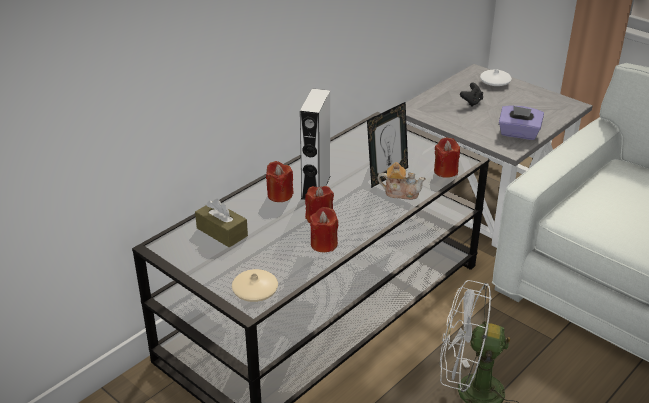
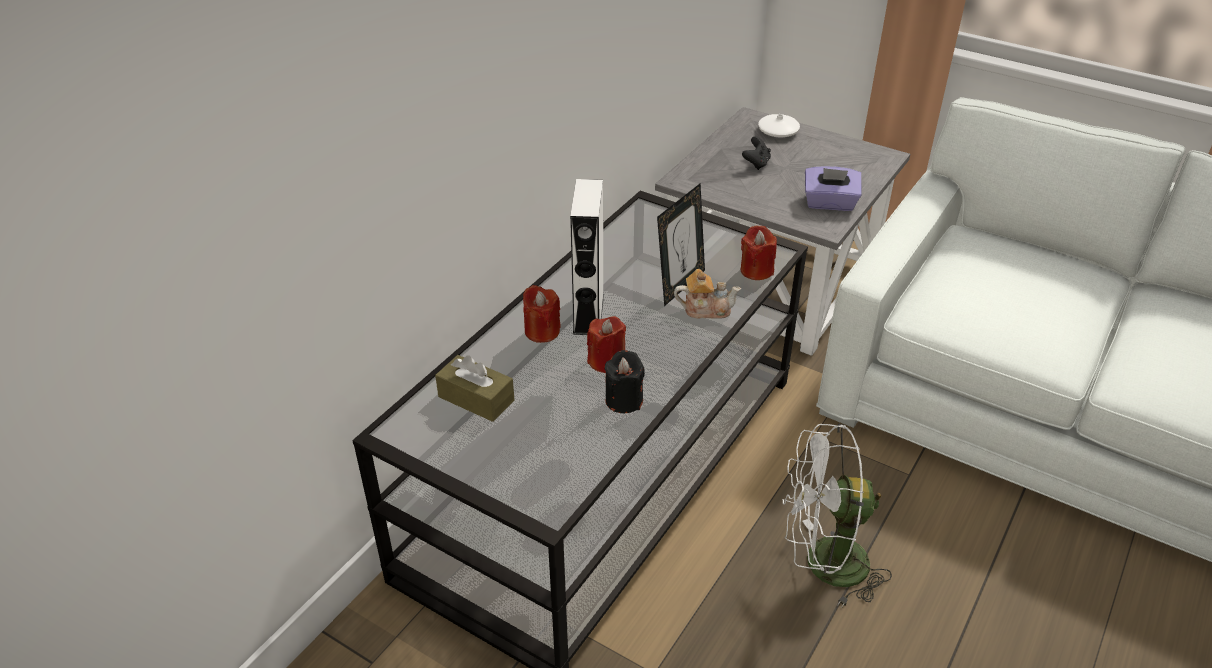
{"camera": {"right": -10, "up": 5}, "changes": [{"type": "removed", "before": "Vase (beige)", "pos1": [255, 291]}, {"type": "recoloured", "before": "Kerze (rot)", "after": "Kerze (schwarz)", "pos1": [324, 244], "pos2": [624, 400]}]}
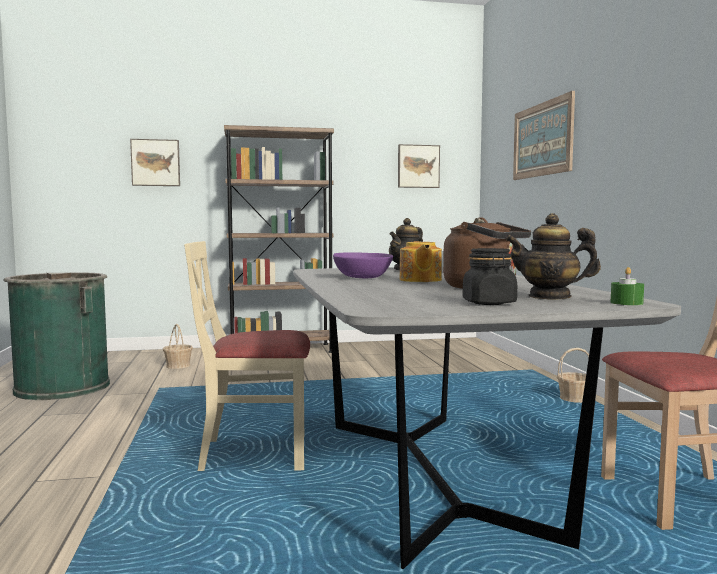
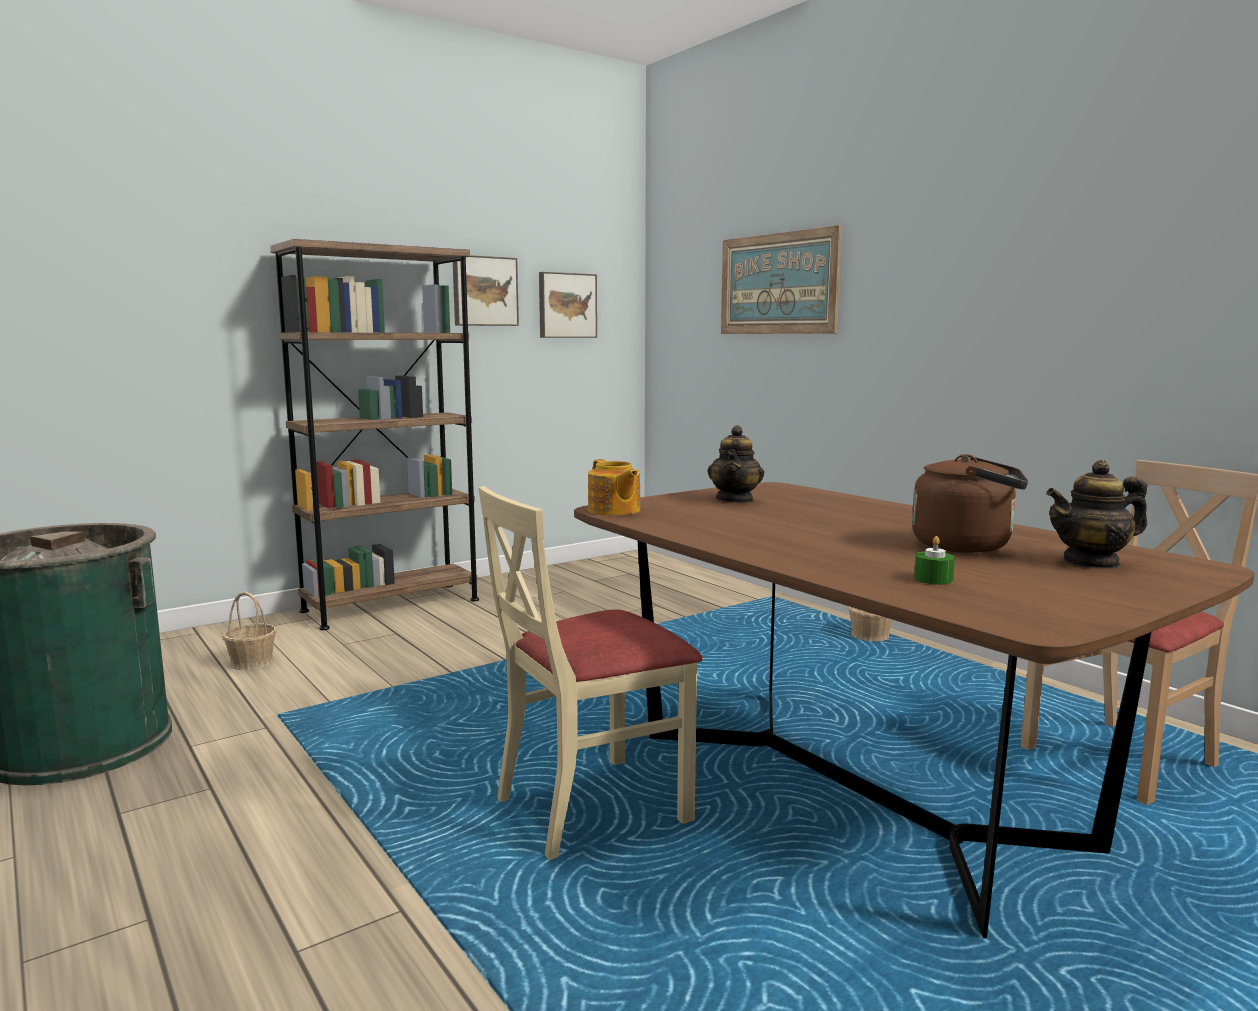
{"camera": {"right": -25, "up": 5}, "changes": [{"type": "moved", "before": "Bild", "pos1": [156, 163], "pos2": [484, 291]}, {"type": "recoloured", "before": "Esstisch (grau)", "after": "Esstisch (braun)", "pos1": [430, 476], "pos2": [851, 789]}, {"type": "removed", "before": "Schüssel (lila)", "pos1": [363, 277]}, {"type": "moved", "before": "Teekanne", "pos1": [420, 280], "pos2": [614, 511]}, {"type": "removed", "before": "Vorratsglas (schwarz)", "pos1": [489, 303]}, {"type": "moved", "before": "Kerze (grün)", "pos1": [626, 303], "pos2": [933, 579]}]}
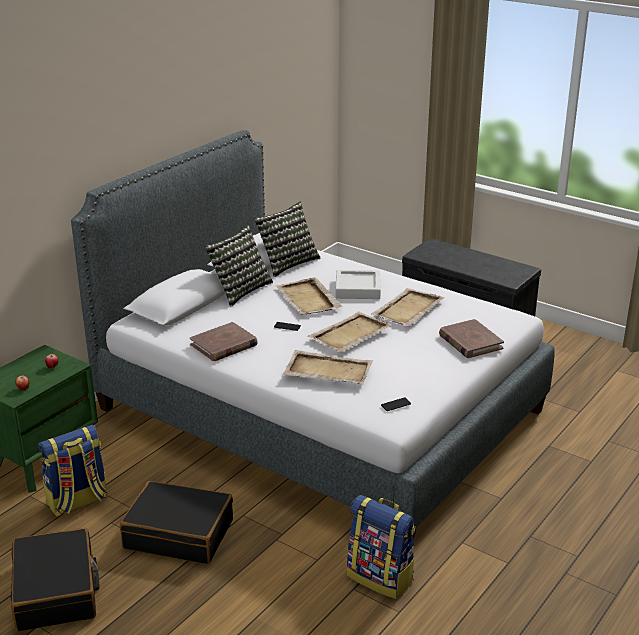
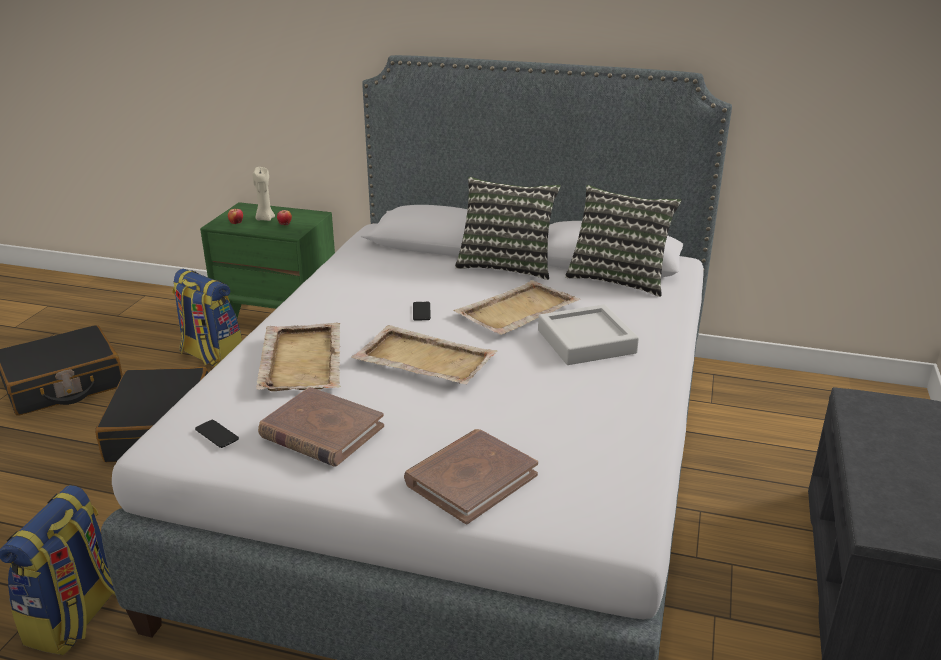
{"camera": {"right": 70, "up": 0}, "changes": [{"type": "moved", "before": "Buch (braun)", "pos1": [224, 345], "pos2": [321, 432]}, {"type": "removed", "before": "Tablett (beige)", "pos1": [407, 309]}, {"type": "added", "after": "Kerze (beige)", "pos2": [265, 219]}]}
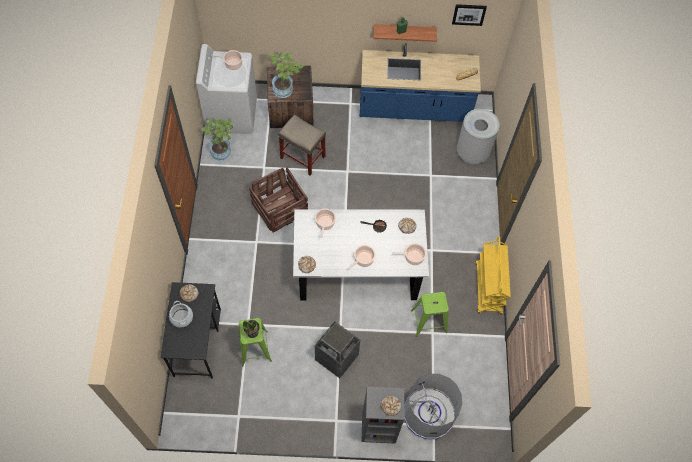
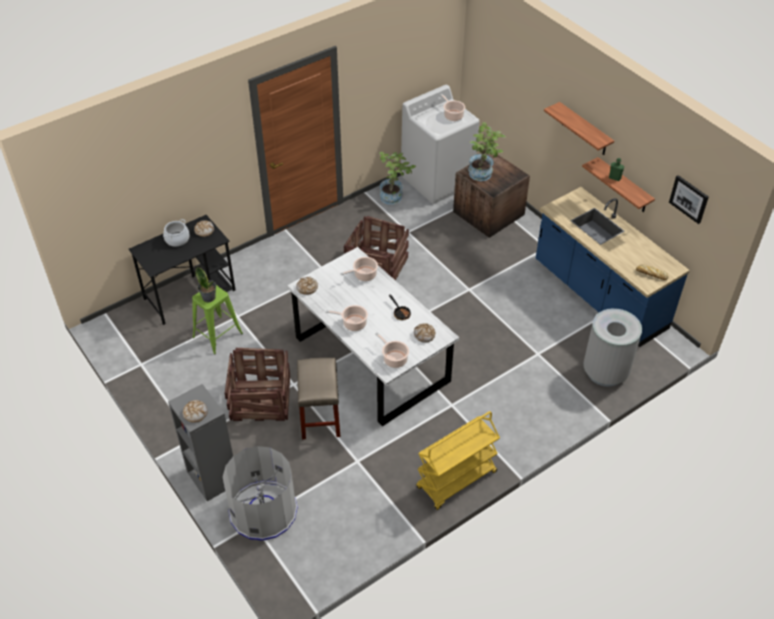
{"camera": {"right": 55, "up": -15}, "changes": [{"type": "moved", "before": "Hocker (beige)", "pos1": [303, 157], "pos2": [320, 418]}, {"type": "replaced", "before": "Mülleimer", "after": "Kiste", "pos1": [336, 358], "pos2": [260, 400]}, {"type": "removed", "before": "Hocker (grün)", "pos1": [429, 321]}, {"type": "added", "after": "Wandregal", "pos2": [584, 130]}]}
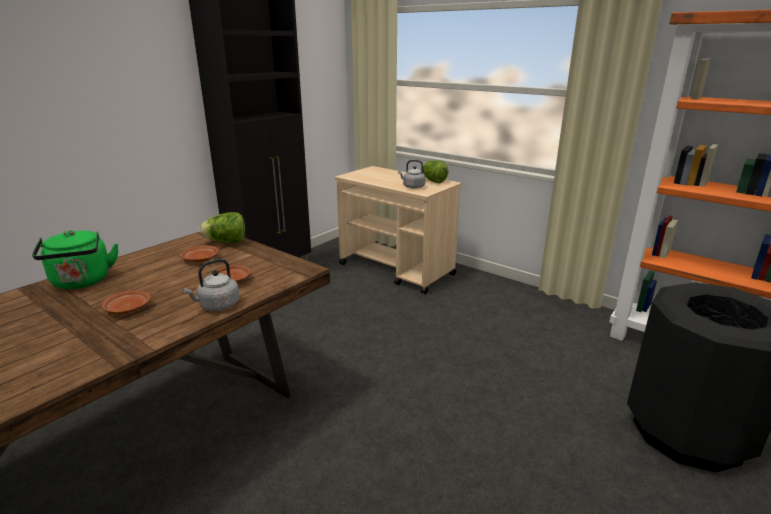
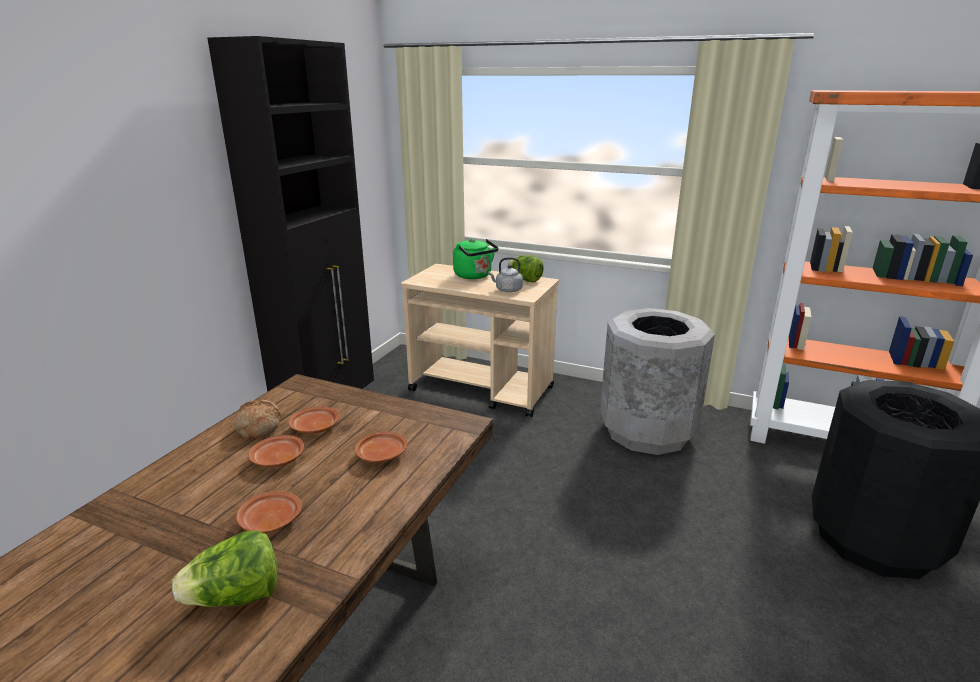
{"camera": {"right": -15, "up": 0}, "changes": [{"type": "moved", "before": "Wasserkessel (grün)", "pos1": [82, 282], "pos2": [474, 276]}, {"type": "removed", "before": "Wasserkessel (grau)", "pos1": [217, 306]}, {"type": "moved", "before": "Salatkopf", "pos1": [226, 242], "pos2": [236, 597]}, {"type": "added", "after": "Brot", "pos2": [258, 427]}, {"type": "added", "after": "Teller (braun)", "pos2": [277, 459]}, {"type": "added", "after": "Mülleimer (grau)", "pos2": [646, 431]}]}
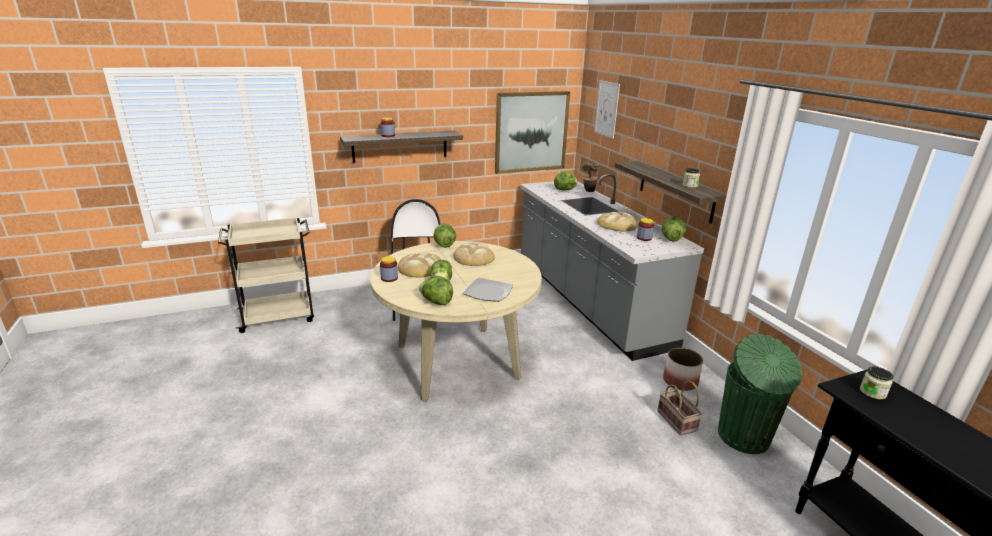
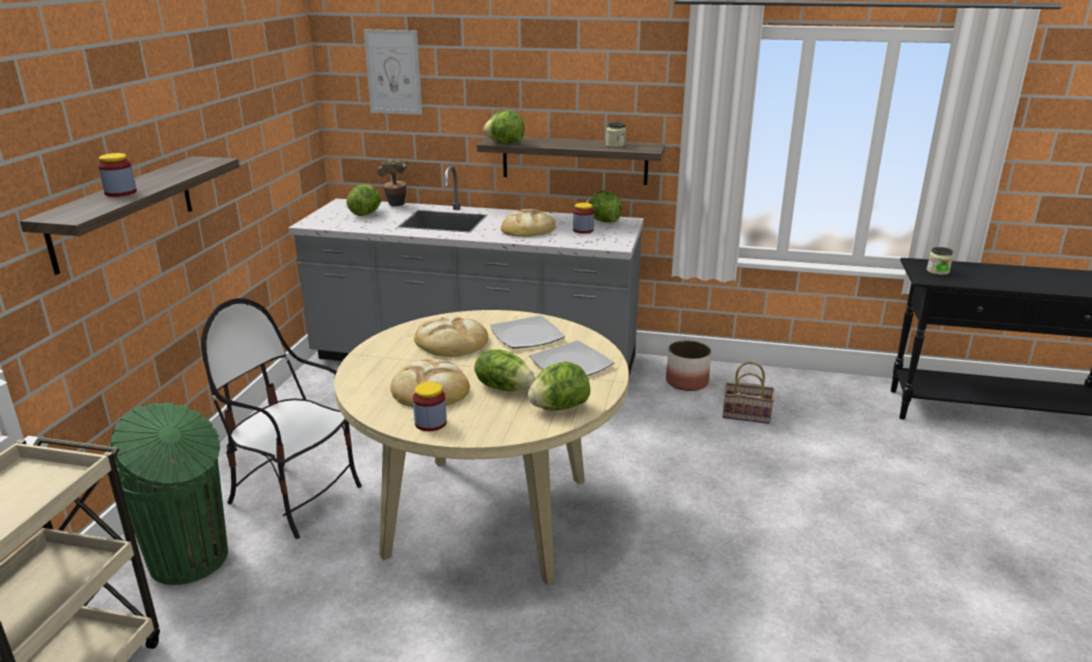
{"camera": {"right": -55, "up": 0}, "changes": [{"type": "moved", "before": "Salatkopf", "pos1": [444, 245], "pos2": [505, 143]}, {"type": "removed", "before": "Bild", "pos1": [531, 132]}, {"type": "moved", "before": "Mülleimer (grün)", "pos1": [744, 437], "pos2": [191, 560]}, {"type": "added", "after": "Teller", "pos2": [526, 335]}]}
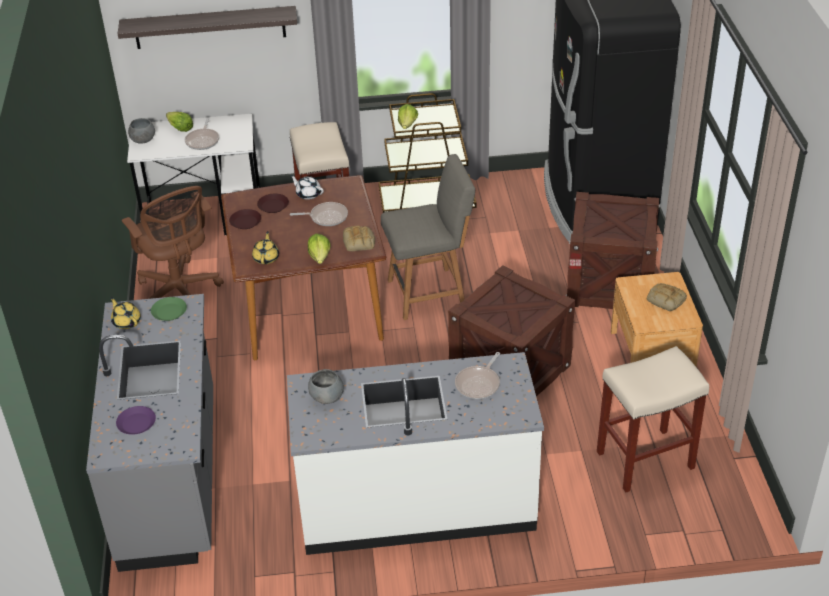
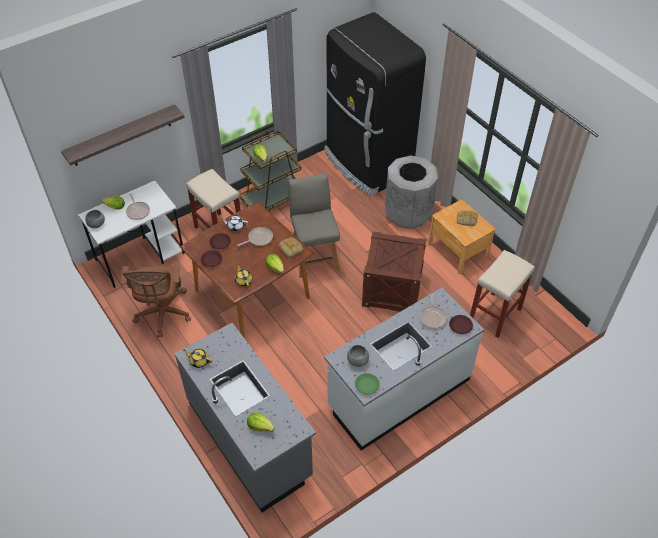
{"camera": {"right": -30, "up": 10}, "changes": [{"type": "replaced", "before": "Teller (lila)", "after": "Salatkopf", "pos1": [136, 423], "pos2": [260, 426]}, {"type": "turned", "before": "Bürostuhl (braun)", "pos1": [180, 293], "pos2": [163, 315], "turn": 60}, {"type": "moved", "before": "Teller (grün)", "pos1": [169, 312], "pos2": [367, 385]}, {"type": "turned", "before": "Stuhl (grau)", "pos1": [429, 293], "pos2": [314, 257], "turn": -60}, {"type": "replaced", "before": "Kiste", "after": "Mülleimer (grau)", "pos1": [609, 283], "pos2": [408, 214]}, {"type": "added", "after": "Teller (braun)", "pos2": [460, 326]}]}
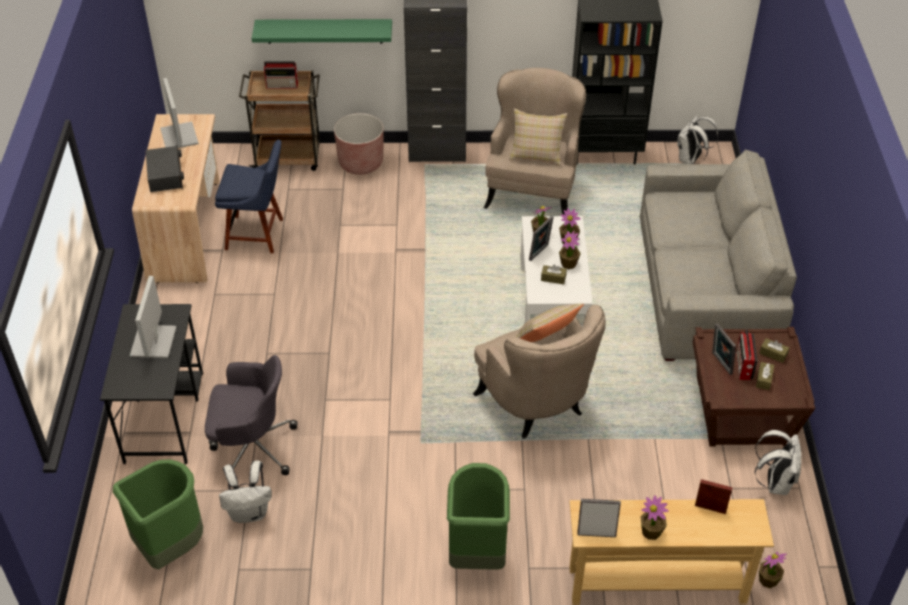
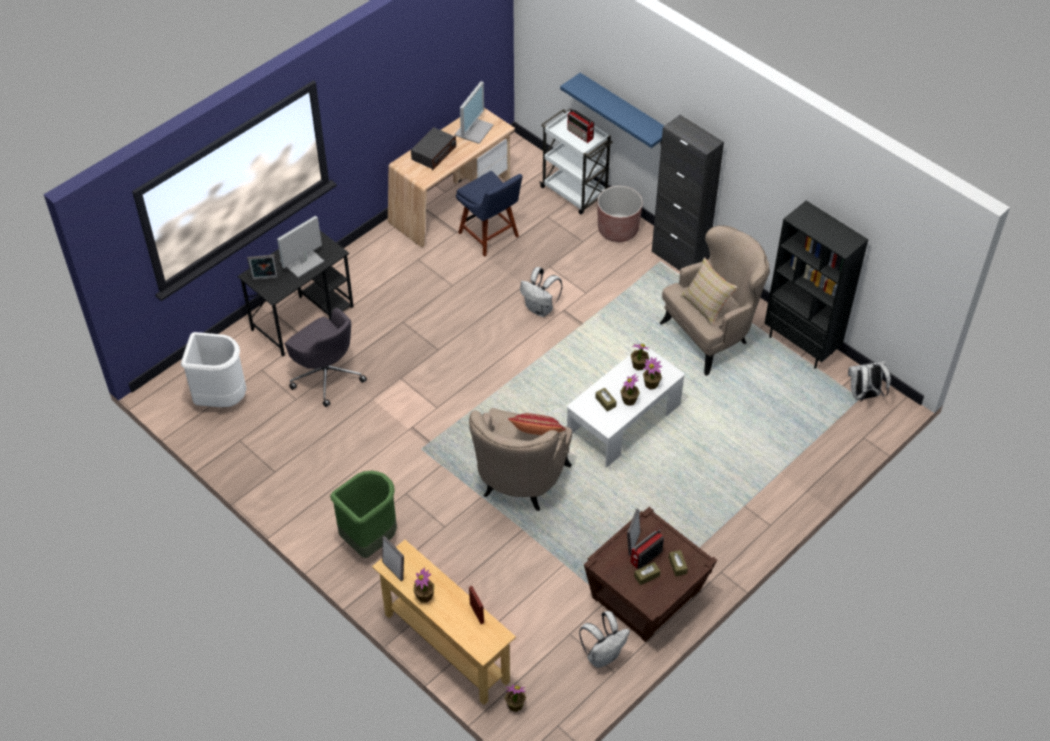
{"camera": {"right": 45, "up": 5}, "changes": [{"type": "recoloured", "before": "Mülleimer (grün)", "after": "Mülleimer (weiß)", "pos1": [170, 547], "pos2": [221, 399]}, {"type": "moved", "before": "Rucksack (weiß)", "pos1": [250, 512], "pos2": [540, 309]}, {"type": "recoloured", "before": "Rollwagen (braun)", "after": "Rollwagen (weiß)", "pos1": [288, 157], "pos2": [575, 193]}, {"type": "recoloured", "before": "Wandregal (grün)", "after": "Wandregal (blau)", "pos1": [324, 31], "pos2": [624, 110]}, {"type": "recoloured", "before": "Kissen (beige)", "after": "Kissen (rot)", "pos1": [545, 340], "pos2": [537, 437]}, {"type": "moved", "before": "Bilderrahmen", "pos1": [540, 253], "pos2": [265, 279]}, {"type": "removed", "before": "Sofa (grau)", "pos1": [705, 288]}]}
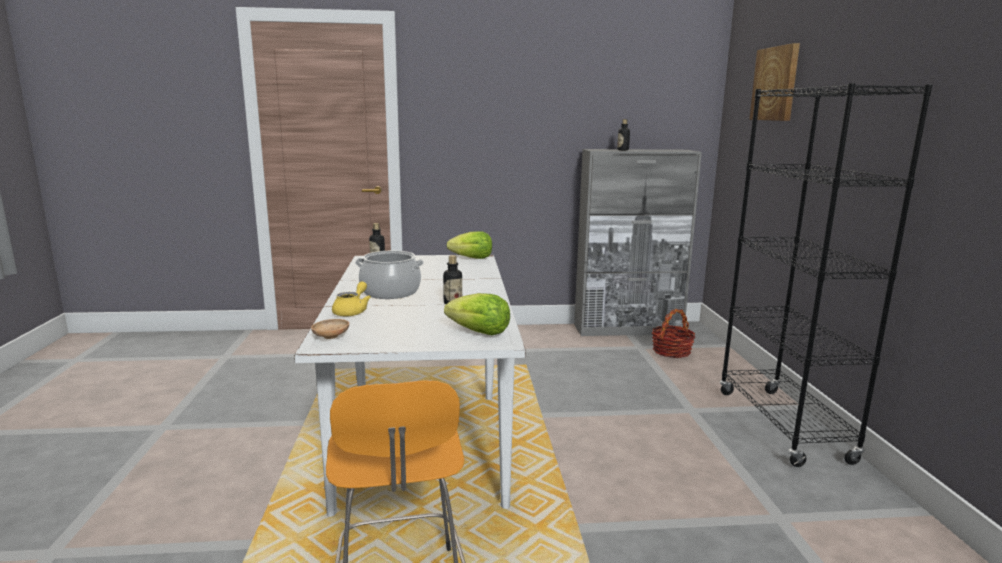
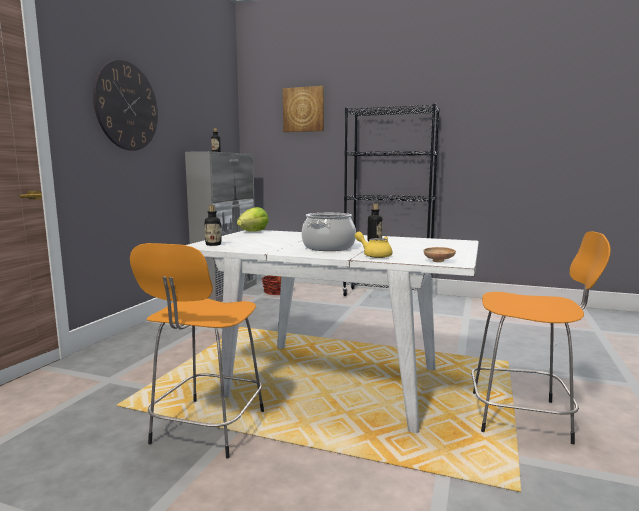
{"camera": {"right": -65, "up": -5}, "changes": [{"type": "removed", "before": "Salatkopf", "pos1": [480, 333]}, {"type": "added", "after": "Wanduhr", "pos2": [127, 106]}, {"type": "added", "after": "Hocker (orange)", "pos2": [207, 429]}]}
